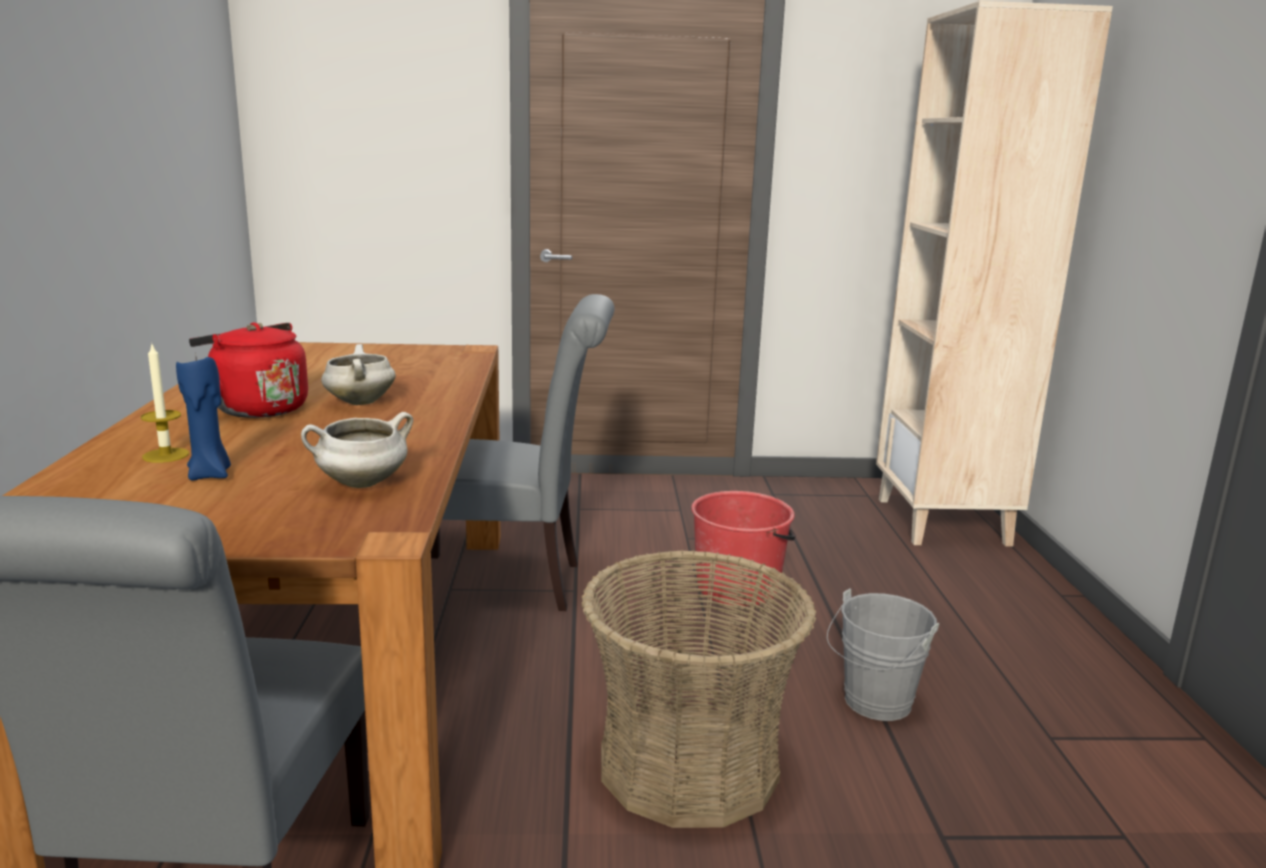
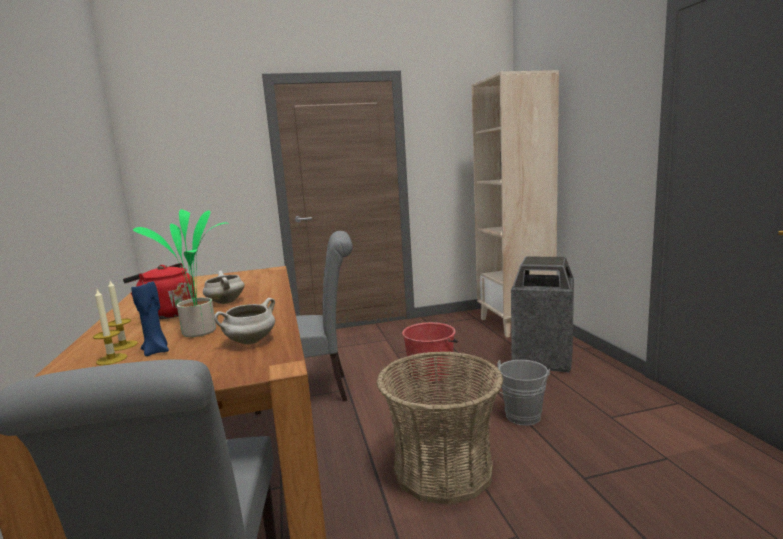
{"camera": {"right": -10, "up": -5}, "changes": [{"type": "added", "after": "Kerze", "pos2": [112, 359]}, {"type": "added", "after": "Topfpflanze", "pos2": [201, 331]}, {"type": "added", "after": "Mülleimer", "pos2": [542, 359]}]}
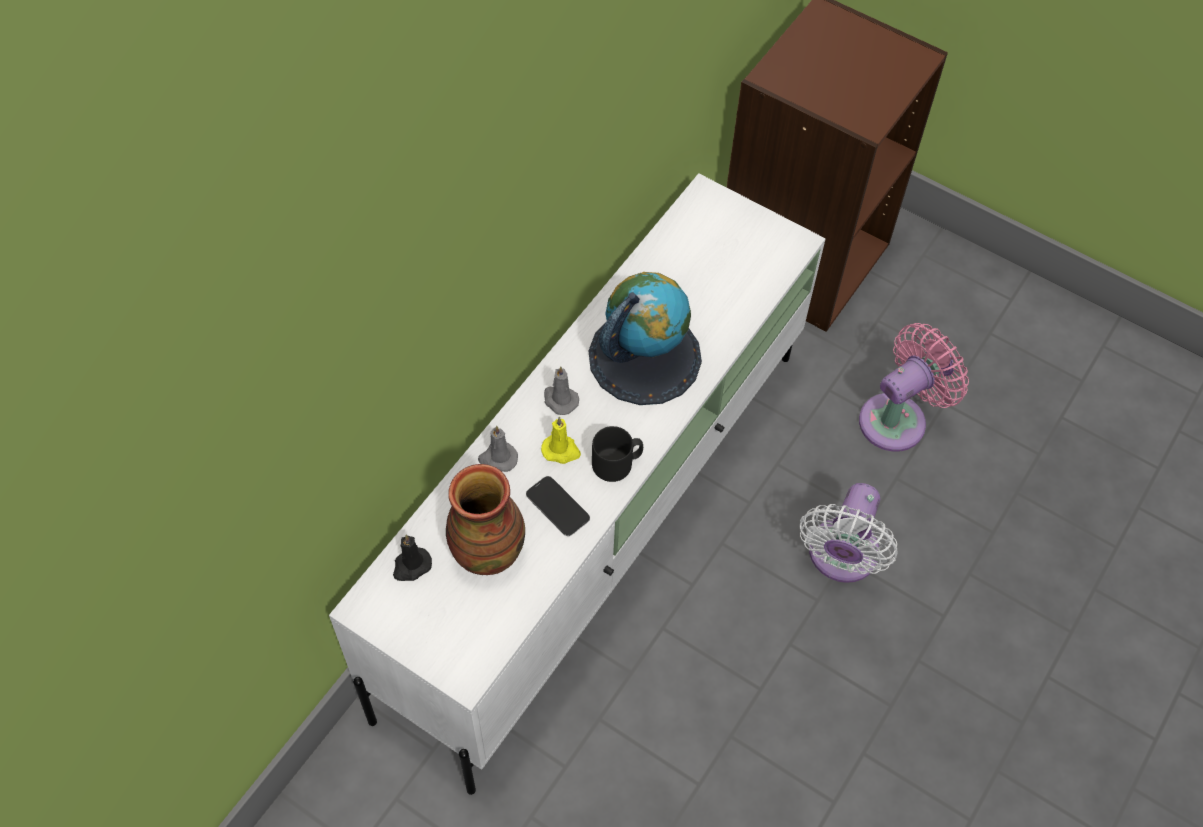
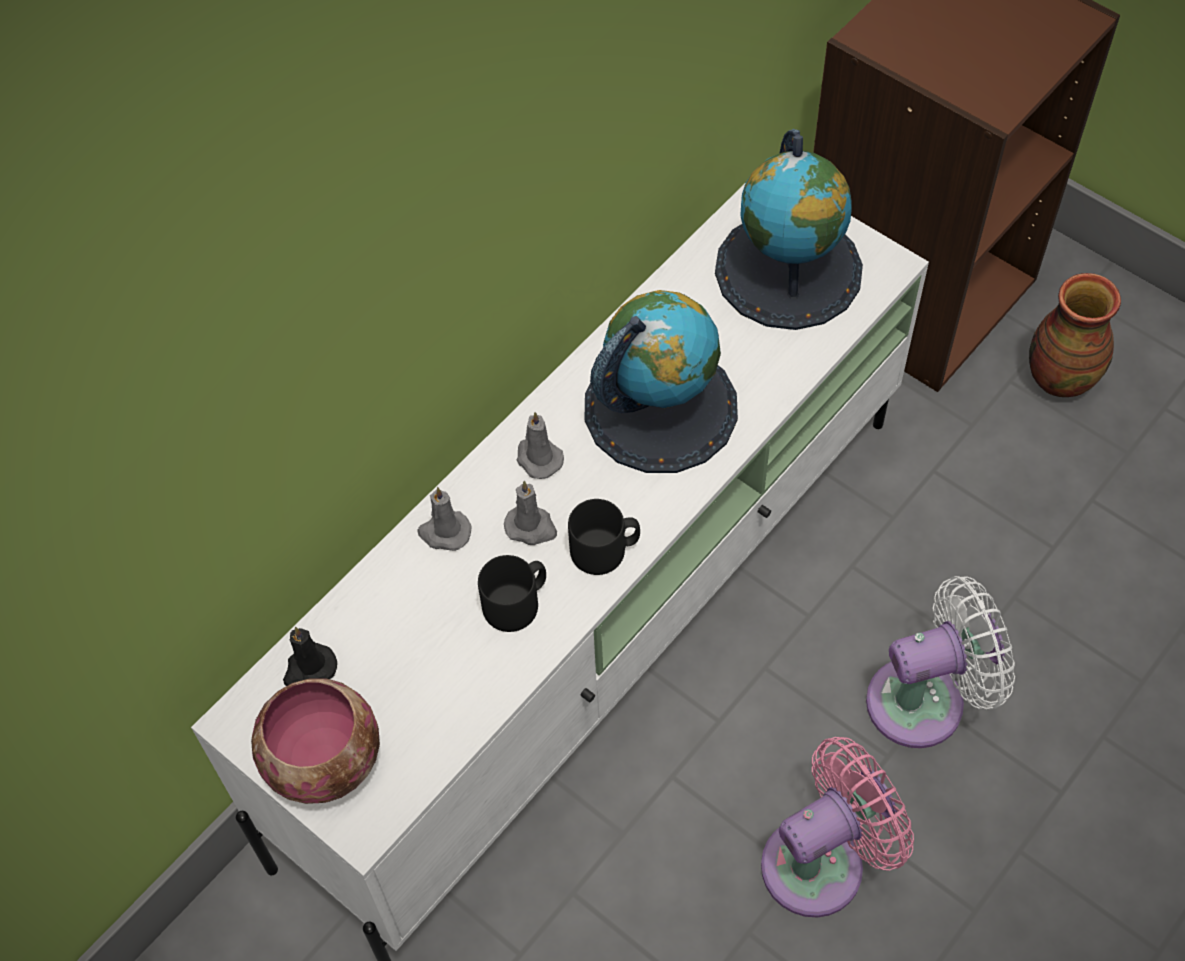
{"camera": {"right": 10, "up": 0}, "changes": [{"type": "moved", "before": "Vase", "pos1": [487, 551], "pos2": [1059, 377]}, {"type": "replaced", "before": "Handy", "after": "Henkelbecher (schwarz)", "pos1": [557, 507], "pos2": [517, 603]}, {"type": "recoloured", "before": "Kerze (gelb)", "after": "Kerze (grau)", "pos1": [561, 450], "pos2": [531, 527]}, {"type": "turned", "before": "Ventilator (weiß)", "pos1": [840, 558], "pos2": [926, 700], "turn": -135}, {"type": "moved", "before": "Ventilator (rosa)", "pos1": [898, 418], "pos2": [822, 861]}, {"type": "added", "after": "Schüssel", "pos2": [327, 760]}, {"type": "added", "after": "Globus", "pos2": [789, 270]}]}
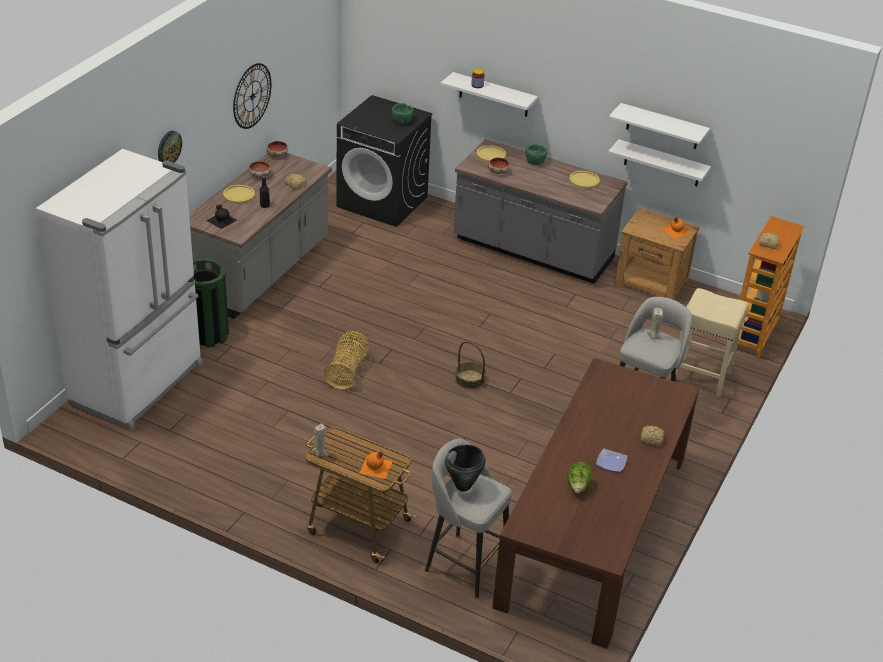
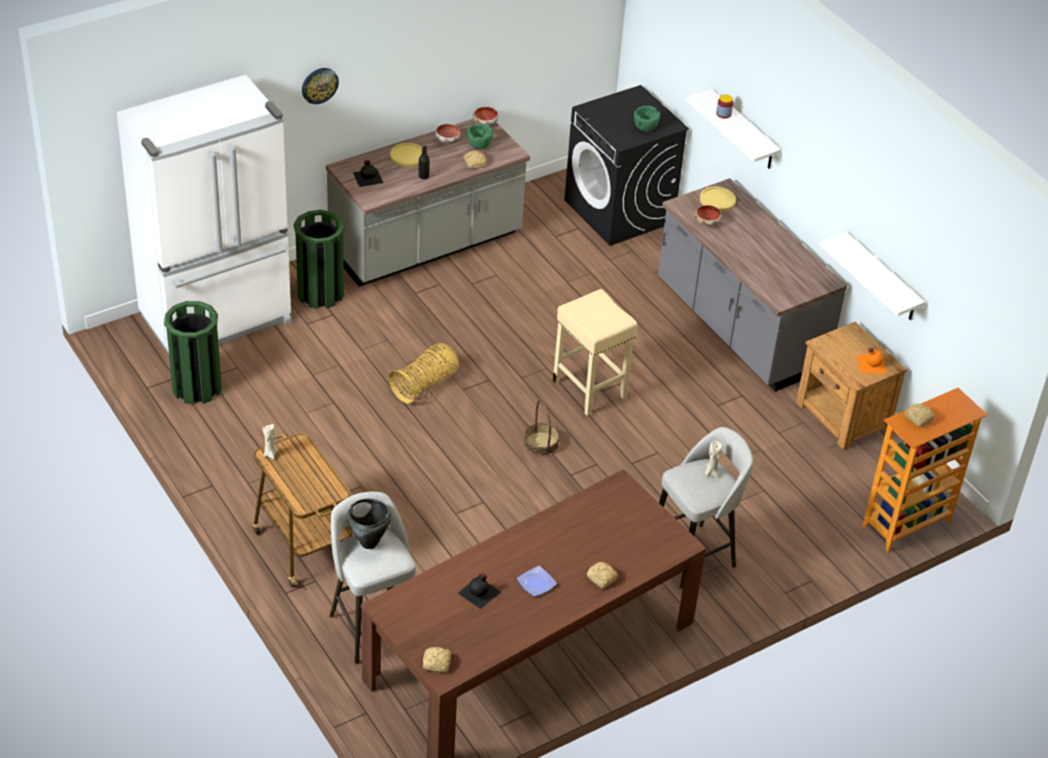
{"camera": {"right": 30, "up": 5}, "changes": [{"type": "removed", "before": "Wanduhr", "pos1": [252, 96]}, {"type": "removed", "before": "Flasche (orange)", "pos1": [376, 467]}, {"type": "moved", "before": "Schüssel (grün)", "pos1": [535, 162], "pos2": [479, 145]}, {"type": "replaced", "before": "Salatkopf", "after": "Flasche (schwarz)", "pos1": [578, 486], "pos2": [480, 592]}, {"type": "removed", "before": "Teller (gelb)", "pos1": [584, 180]}, {"type": "removed", "before": "Wandregal (weiß)", "pos1": [662, 126]}, {"type": "moved", "before": "Hocker (beige)", "pos1": [702, 377], "pos2": [590, 390]}, {"type": "added", "after": "Mülleimer (grün)", "pos2": [197, 387]}, {"type": "added", "after": "Brot", "pos2": [437, 663]}]}
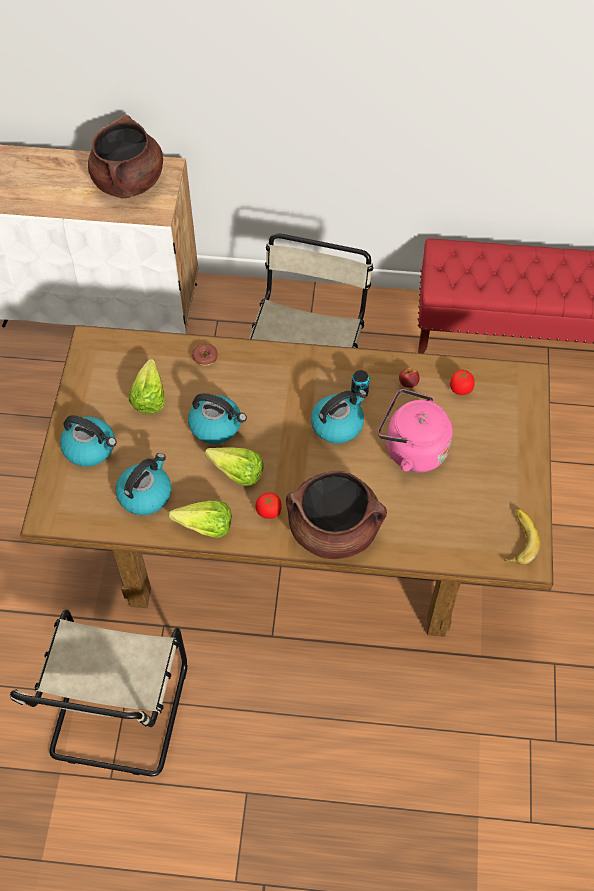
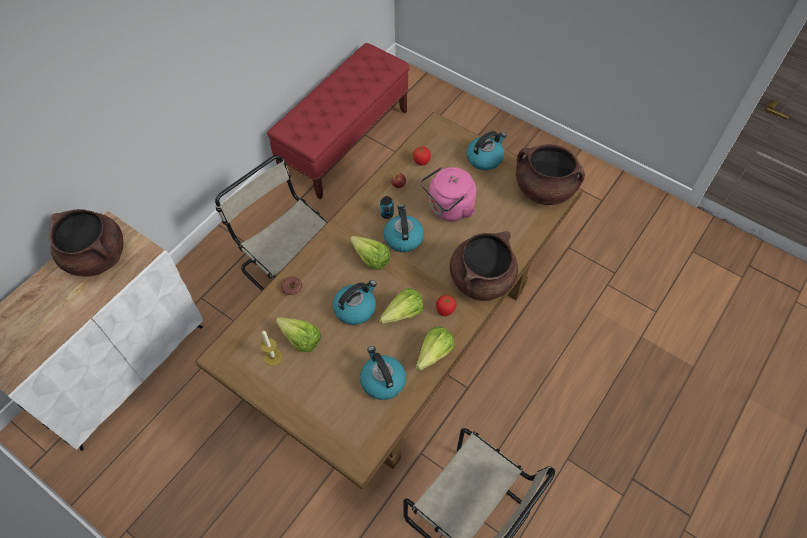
{"camera": {"right": -60, "up": 0}, "changes": [{"type": "moved", "before": "Wasserkessel", "pos1": [90, 448], "pos2": [485, 158]}, {"type": "replaced", "before": "Banane", "after": "Kochtopf (braun)", "pos1": [517, 539], "pos2": [544, 190]}, {"type": "added", "after": "Kerze", "pos2": [273, 357]}, {"type": "added", "after": "Salatkopf", "pos2": [369, 256]}]}
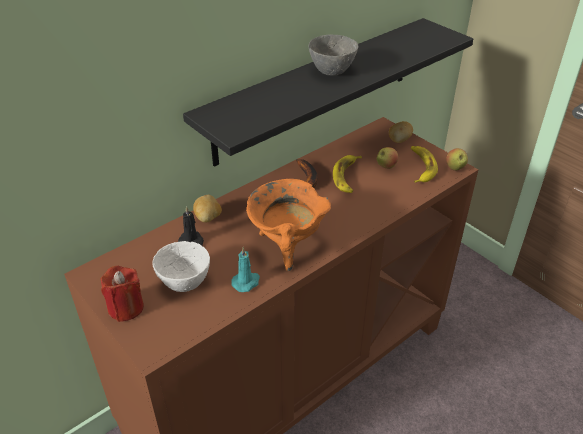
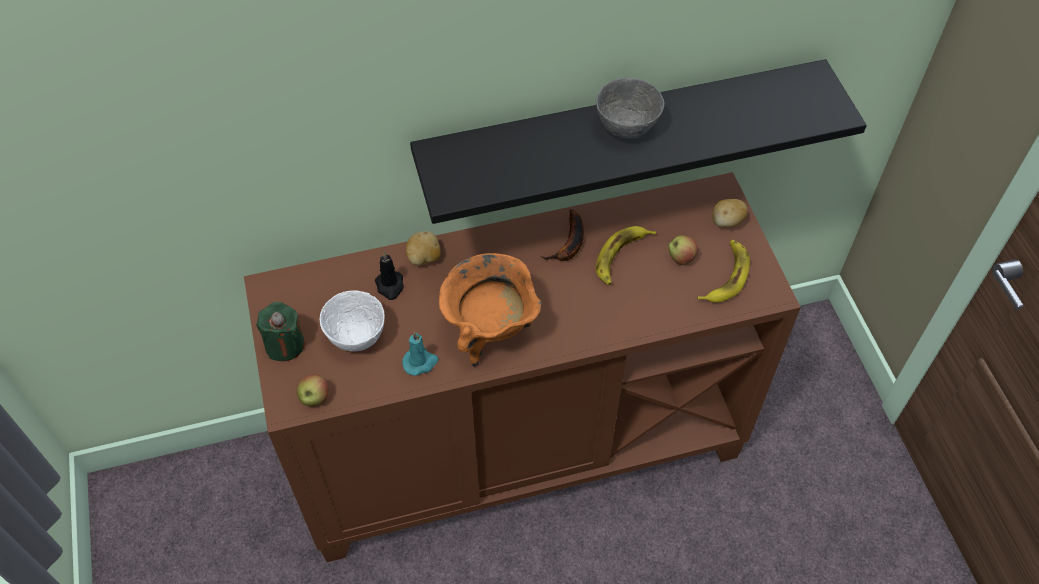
{"camera": {"right": 25, "up": 15}, "changes": [{"type": "recoloured", "before": "Kerze (rot)", "after": "Kerze (grün)", "pos1": [126, 308], "pos2": [285, 345]}, {"type": "moved", "before": "Apfel", "pos1": [455, 168], "pos2": [314, 398]}]}
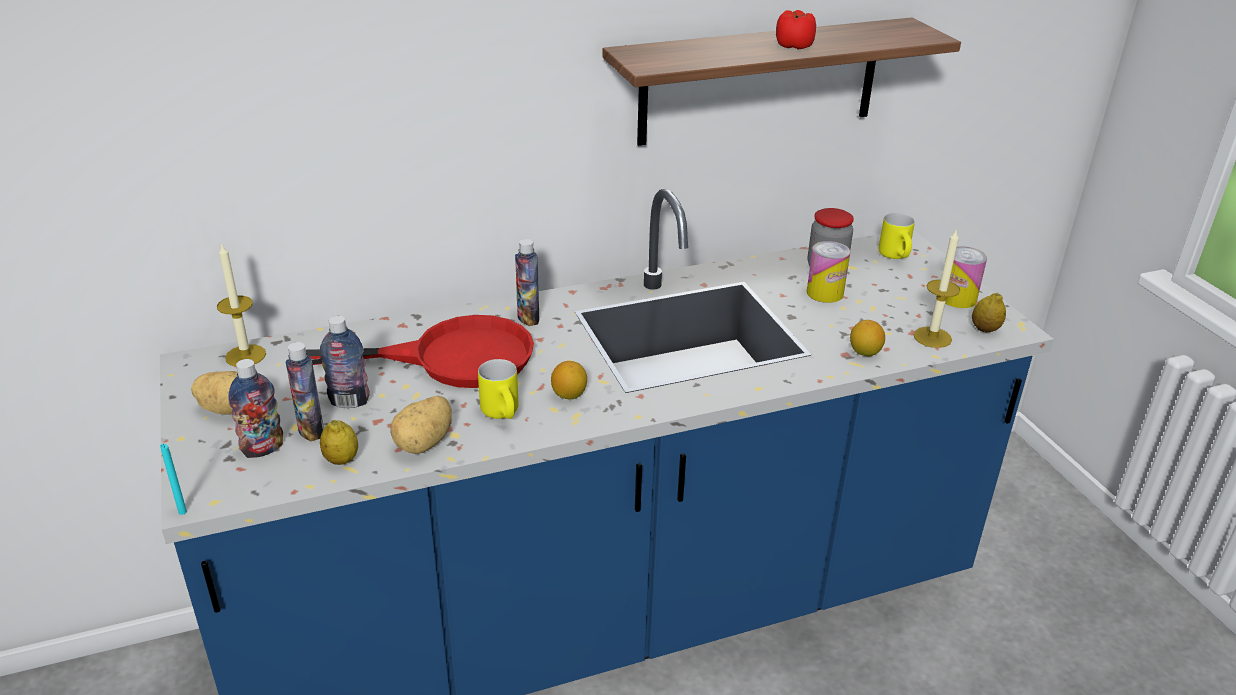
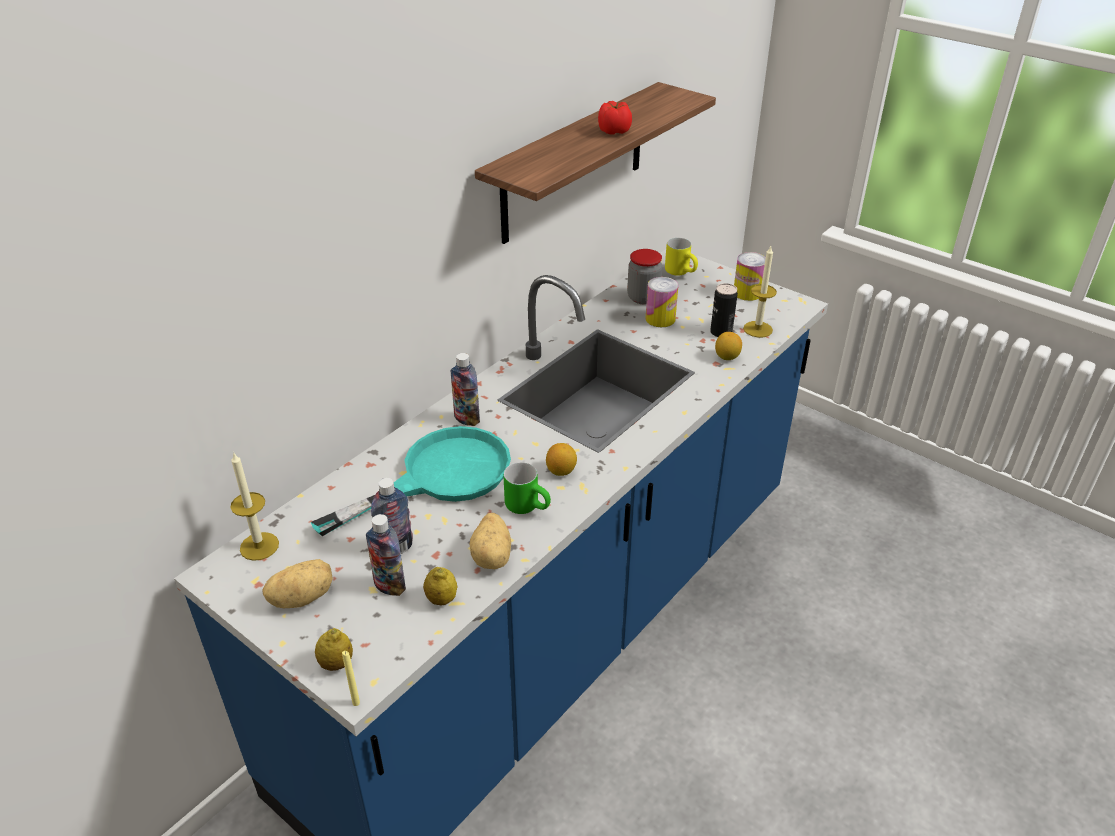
{"camera": {"right": -30, "up": 5}, "changes": [{"type": "recoloured", "before": "Kerze (türkis)", "after": "Kerze (gelb)", "pos1": [182, 512], "pos2": [356, 703]}, {"type": "removed", "before": "Flasche", "pos1": [263, 448]}, {"type": "recoloured", "before": "Pfanne (rot)", "after": "Pfanne (türkis)", "pos1": [450, 357], "pos2": [439, 477]}, {"type": "recoloured", "before": "Henkelbecher (gelb)", "after": "Henkelbecher (grün)", "pos1": [505, 414], "pos2": [529, 506]}, {"type": "moved", "before": "Zitrone", "pos1": [985, 329], "pos2": [336, 663]}, {"type": "added", "after": "Dose", "pos2": [721, 332]}]}
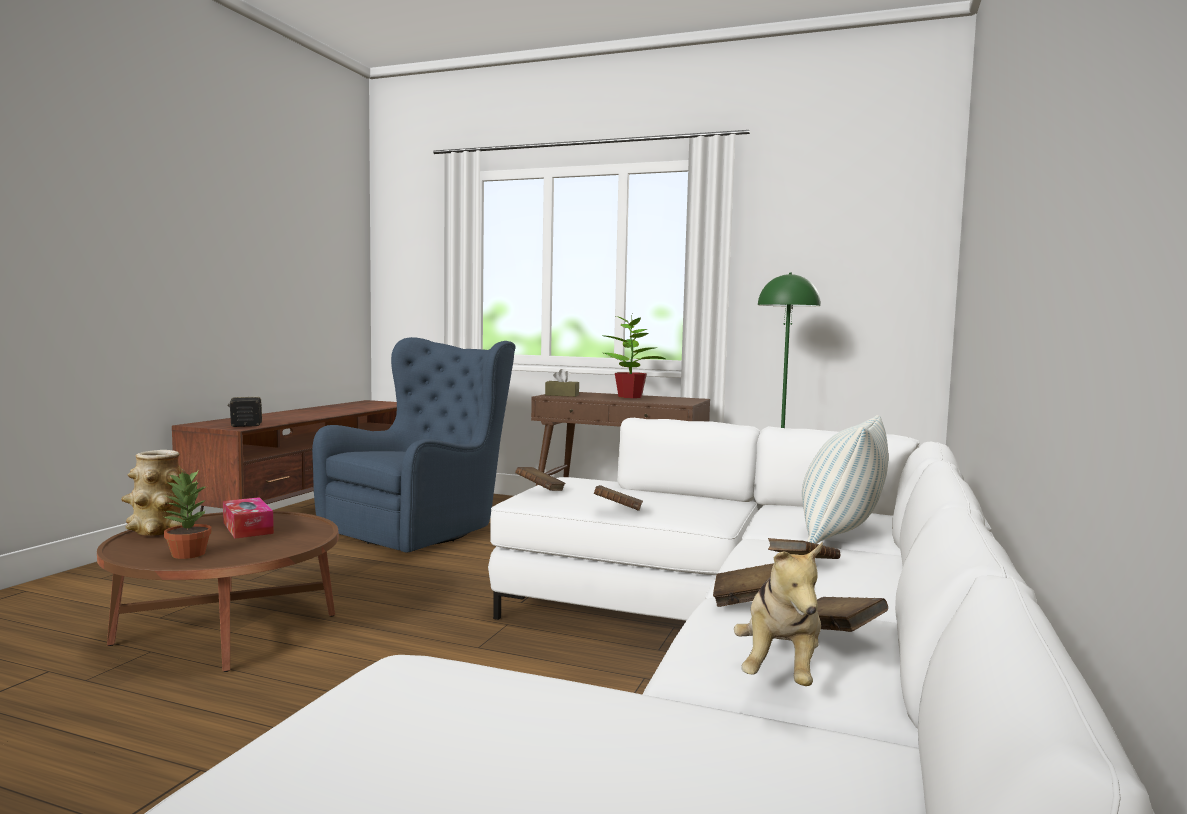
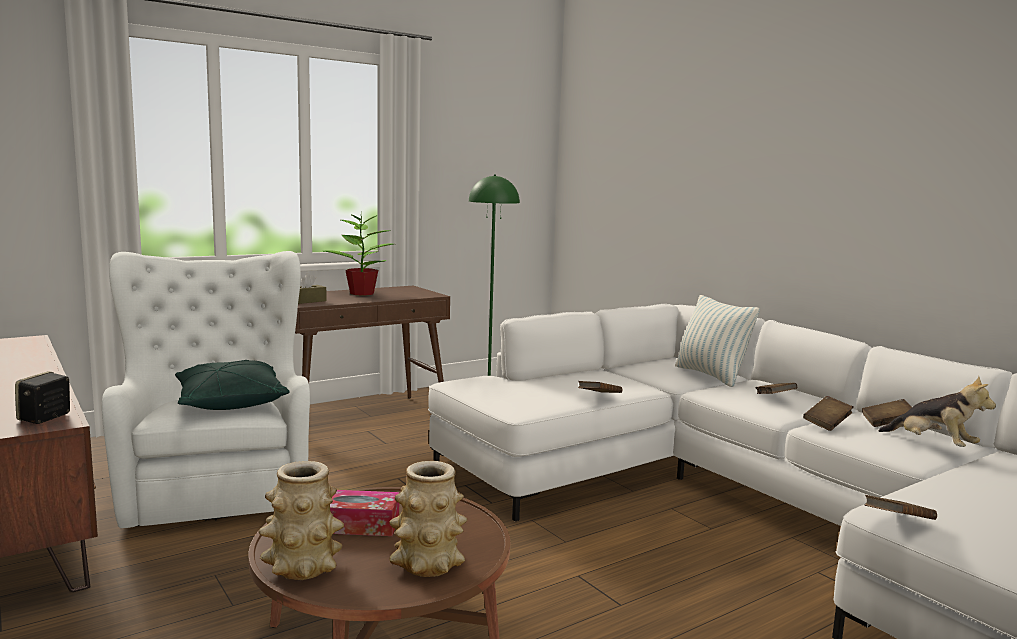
{"camera": {"right": -55, "up": 5}, "changes": [{"type": "replaced", "before": "Topfpflanze", "after": "Vase", "pos1": [187, 554], "pos2": [427, 564]}, {"type": "recoloured", "before": "Sessel (blau)", "after": "Sessel (weiß)", "pos1": [422, 528], "pos2": [216, 485]}, {"type": "moved", "before": "Buch (braun)", "pos1": [540, 490], "pos2": [898, 522]}, {"type": "added", "after": "Kissen (grün)", "pos2": [230, 402]}]}
